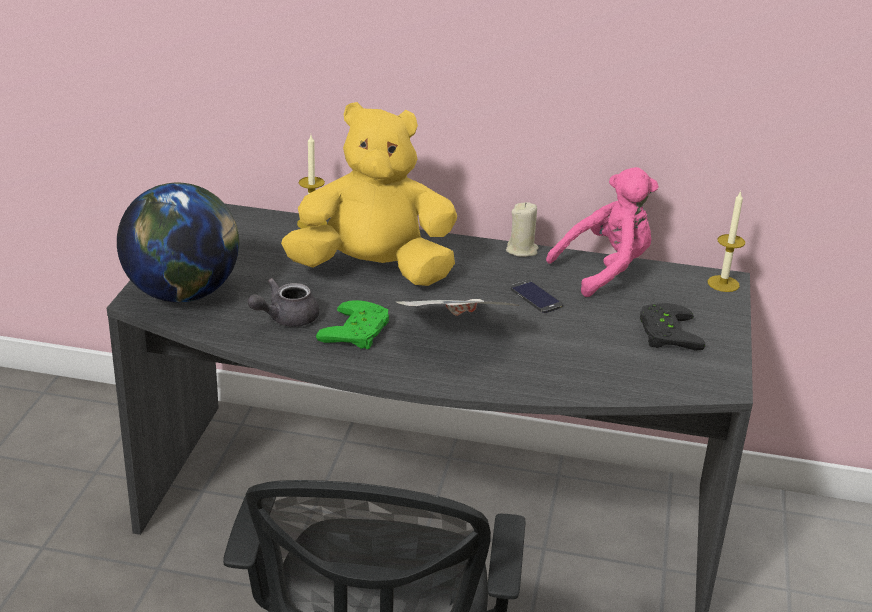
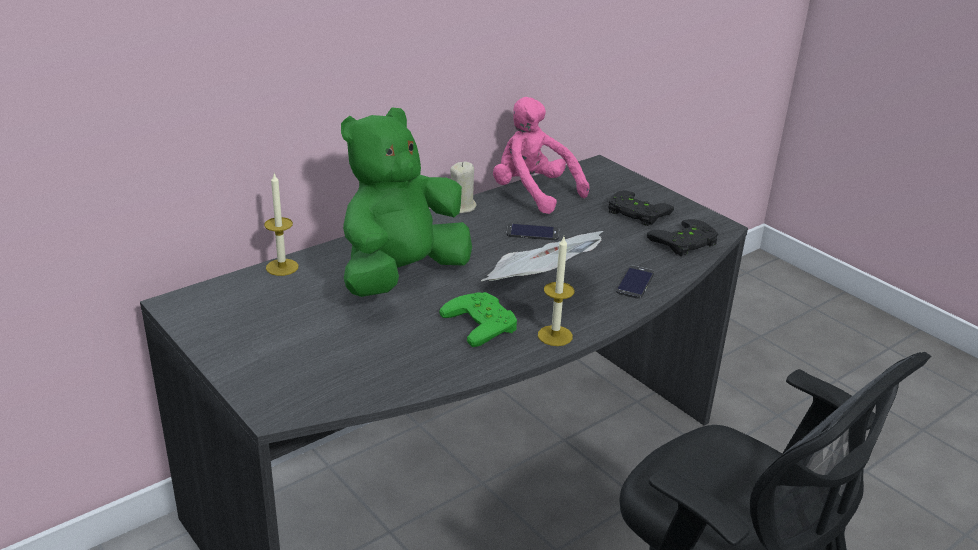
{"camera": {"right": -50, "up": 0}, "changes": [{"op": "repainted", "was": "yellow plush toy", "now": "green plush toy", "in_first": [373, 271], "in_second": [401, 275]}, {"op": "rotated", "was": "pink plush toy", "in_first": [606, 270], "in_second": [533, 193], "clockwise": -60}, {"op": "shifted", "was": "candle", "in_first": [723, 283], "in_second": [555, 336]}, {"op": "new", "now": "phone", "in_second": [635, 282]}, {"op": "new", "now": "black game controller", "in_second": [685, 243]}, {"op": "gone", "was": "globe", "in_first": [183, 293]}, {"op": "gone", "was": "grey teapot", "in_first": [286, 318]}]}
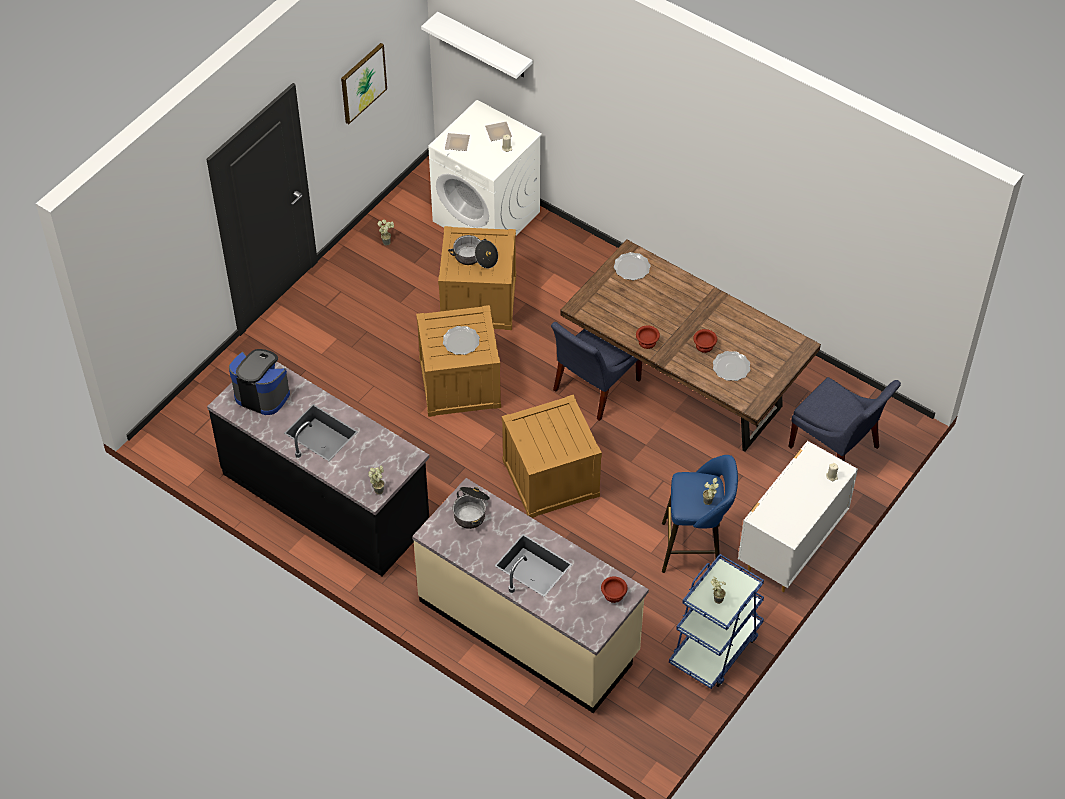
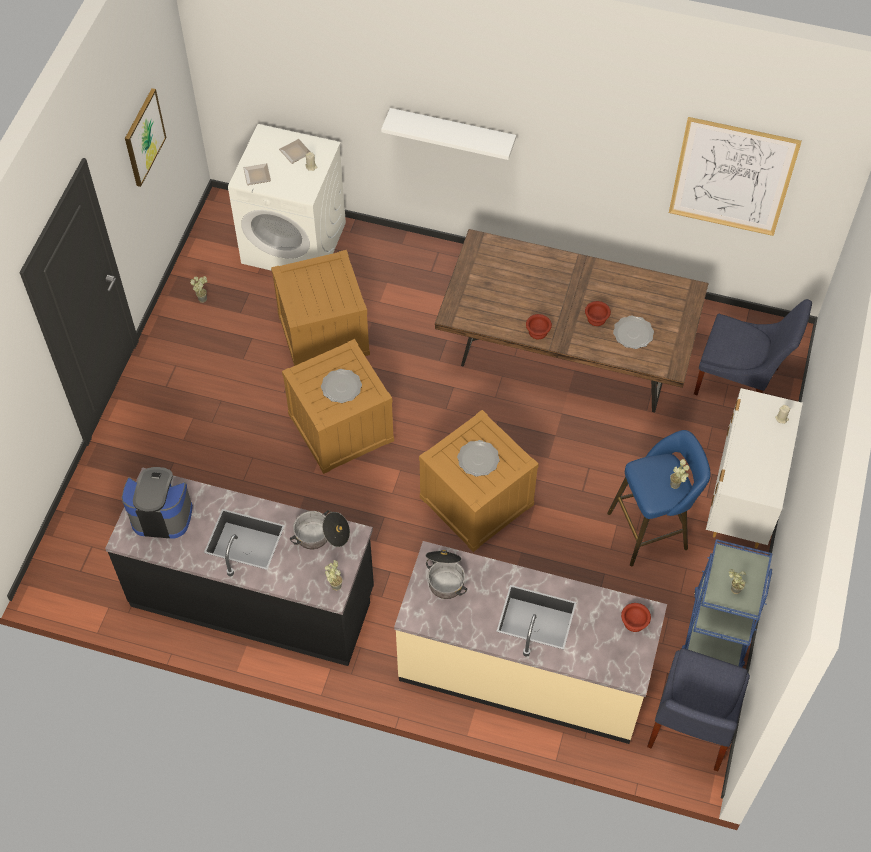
{"camera": {"right": -20, "up": 5}, "changes": [{"op": "shifted", "was": "cooking pot", "in_first": [474, 258], "in_second": [321, 536]}, {"op": "shifted", "was": "white shelf", "in_first": [484, 46], "in_second": [452, 132]}, {"op": "shifted", "was": "plate", "in_first": [631, 267], "in_second": [478, 459]}, {"op": "shifted", "was": "blue chair", "in_first": [594, 387], "in_second": [690, 727]}, {"op": "new", "now": "picture", "in_second": [732, 176]}]}
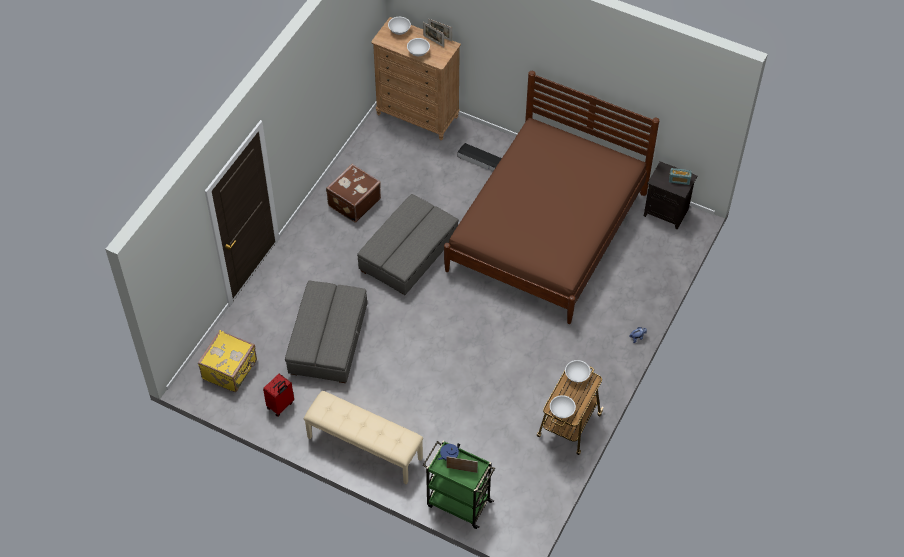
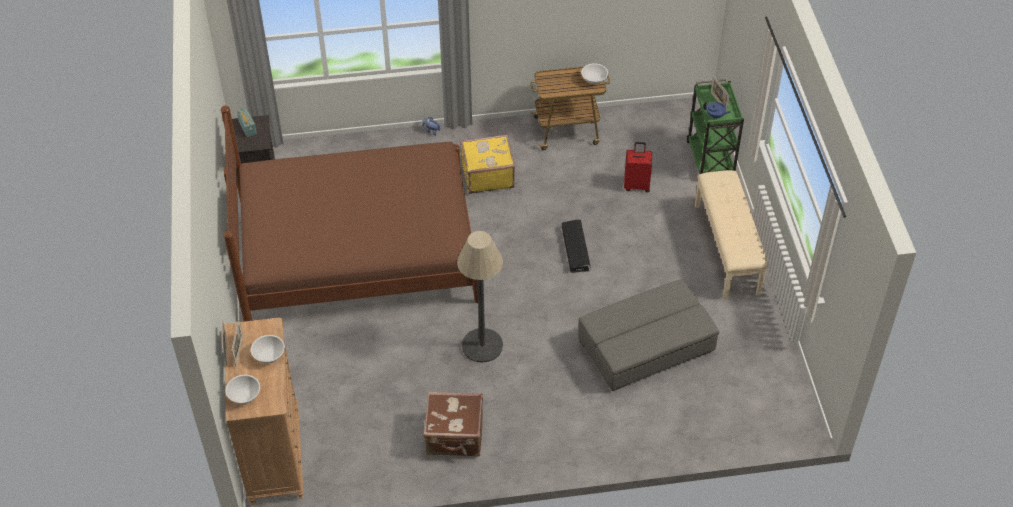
{"camera": {"right": -125, "up": -5}, "changes": [{"op": "swapped", "was": "grey ottoman", "now": "floor lamp", "in_first": [409, 253], "in_second": [482, 345]}, {"op": "shifted", "was": "yellow suitcase", "in_first": [230, 370], "in_second": [487, 175]}, {"op": "shifted", "was": "black storage box", "in_first": [482, 160], "in_second": [575, 249]}, {"op": "shifted", "was": "red suitcase", "in_first": [280, 406], "in_second": [637, 185]}, {"op": "gone", "was": "white bowl", "in_first": [576, 375]}]}
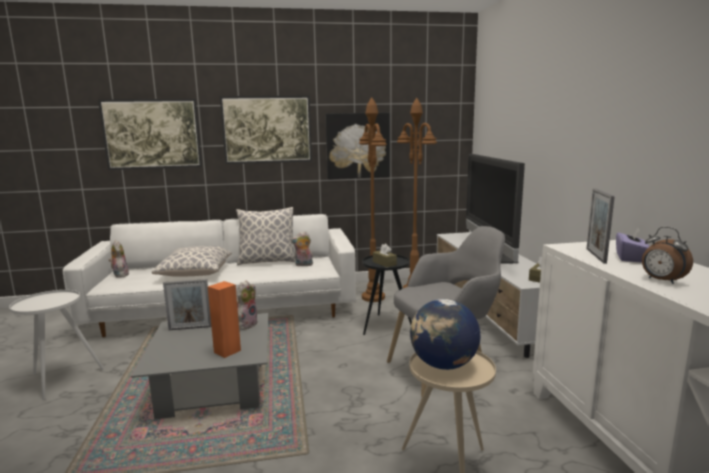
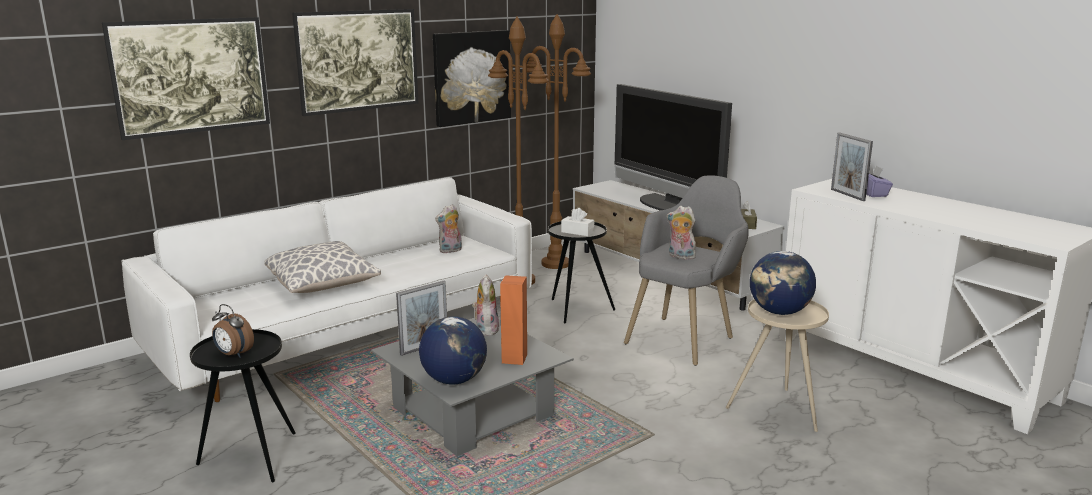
{"camera": {"right": -30, "up": 5}, "changes": [{"op": "repainted", "was": "white side table", "now": "black side table", "in_first": [60, 379], "in_second": [251, 458]}, {"op": "shifted", "was": "alarm clock", "in_first": [661, 280], "in_second": [233, 354]}, {"op": "new", "now": "globe", "in_second": [454, 380]}, {"op": "repainted", "was": "brown tissue box", "now": "white tissue box", "in_first": [384, 263], "in_second": [577, 232]}, {"op": "shifted", "was": "plush toy", "in_first": [120, 275], "in_second": [680, 257]}, {"op": "gone", "was": "pillow", "in_first": [267, 261]}]}
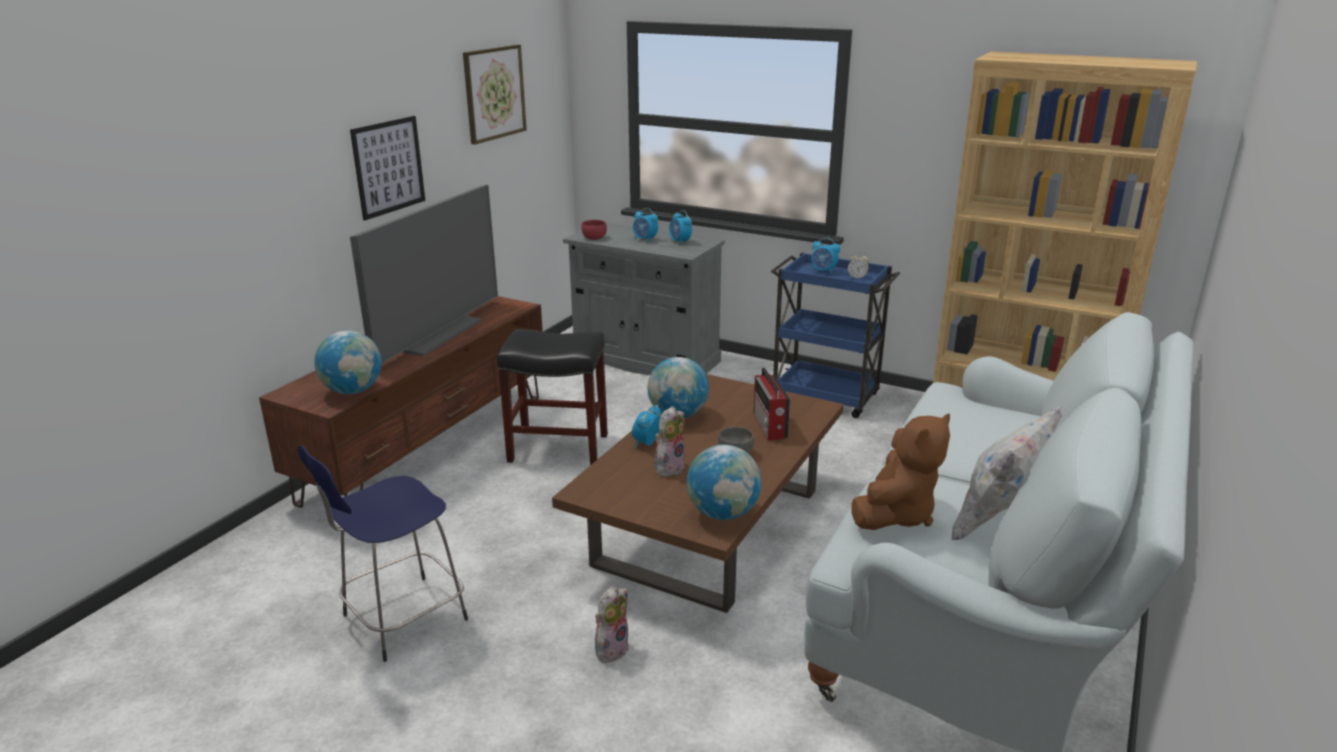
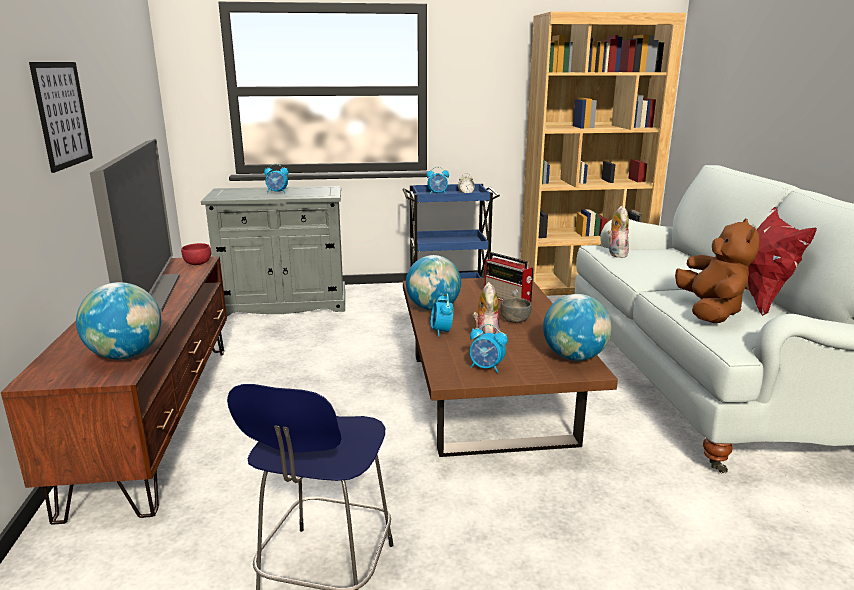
{"camera": {"right": -35, "up": -5}, "changes": [{"op": "shifted", "was": "red bowl", "in_first": [594, 238], "in_second": [198, 263]}, {"op": "shifted", "was": "alarm clock", "in_first": [680, 242], "in_second": [486, 368]}, {"op": "shifted", "was": "plush toy", "in_first": [611, 648], "in_second": [615, 254]}, {"op": "repainted", "was": "white pillow", "now": "red pillow", "in_first": [998, 521], "in_second": [760, 299]}, {"op": "gone", "was": "picture", "in_first": [494, 93]}, {"op": "gone", "was": "black stool", "in_first": [559, 447]}]}
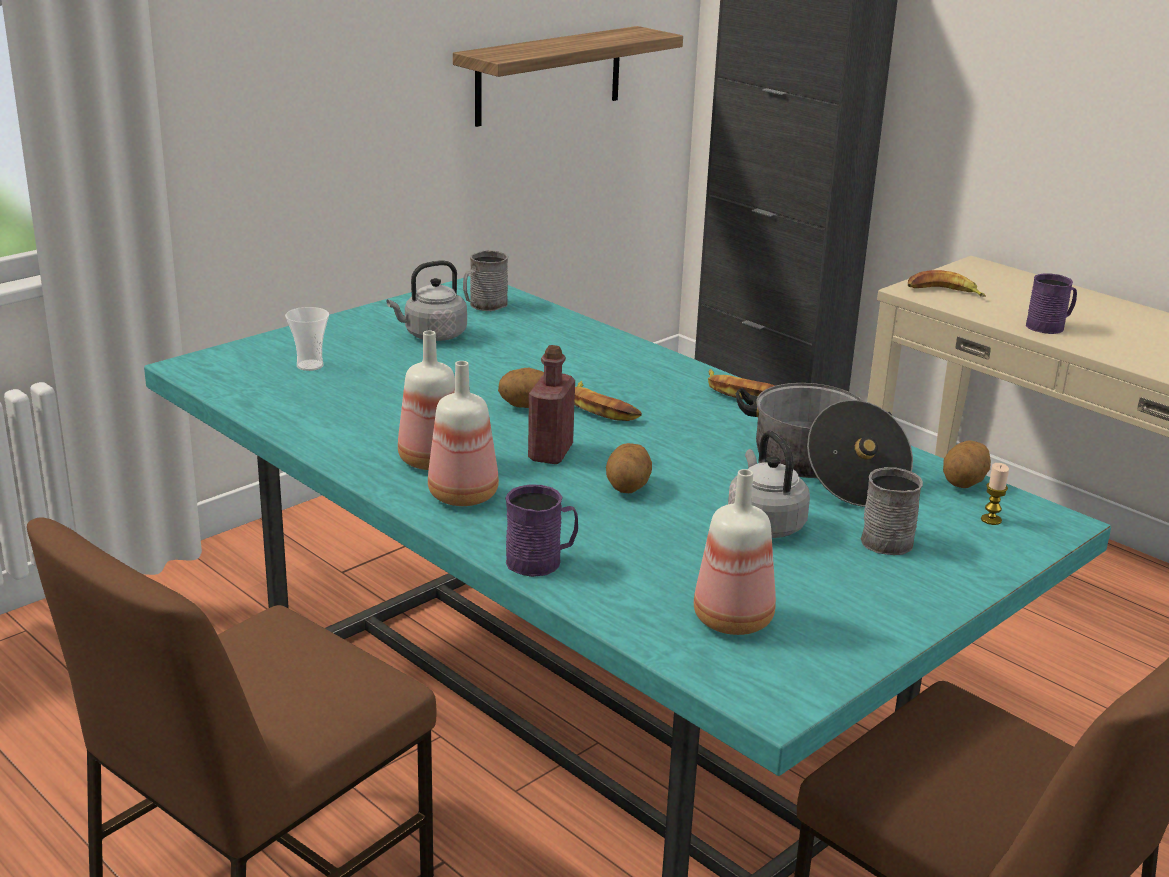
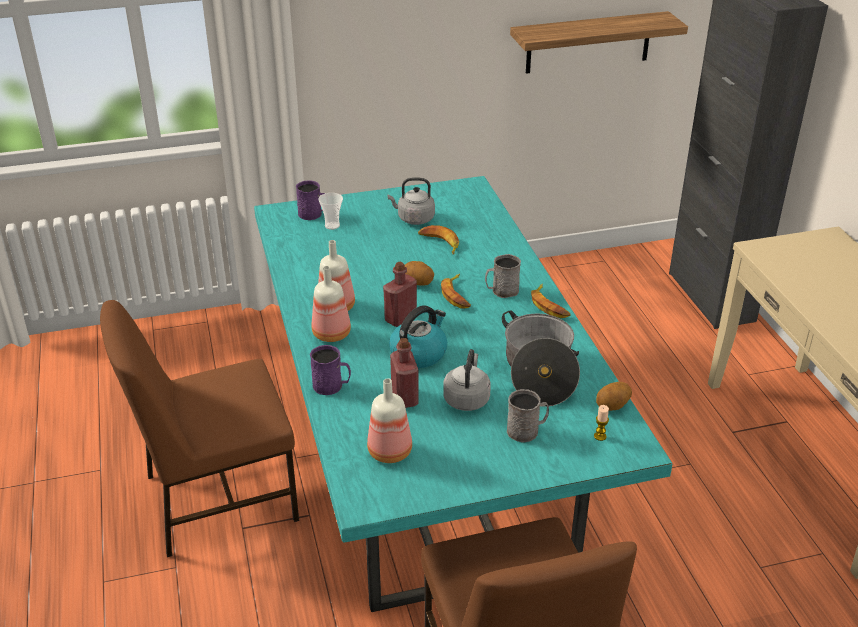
{"camera": {"right": 30, "up": 10}, "changes": [{"op": "shifted", "was": "purple mug", "in_first": [1049, 326], "in_second": [313, 214]}, {"op": "swapped", "was": "potato", "now": "kettle", "in_first": [628, 487], "in_second": [419, 353]}, {"op": "new", "now": "red bottle", "in_second": [404, 398]}, {"op": "shifted", "was": "banana", "in_first": [944, 292], "in_second": [439, 243]}, {"op": "shifted", "was": "grey mug", "in_first": [484, 305], "in_second": [501, 291]}]}
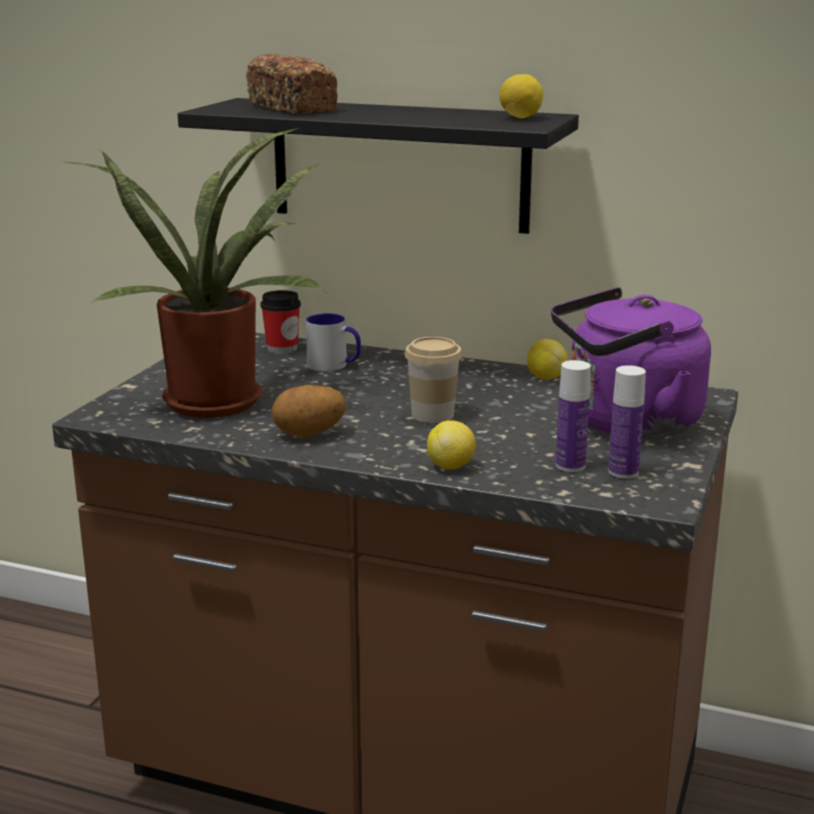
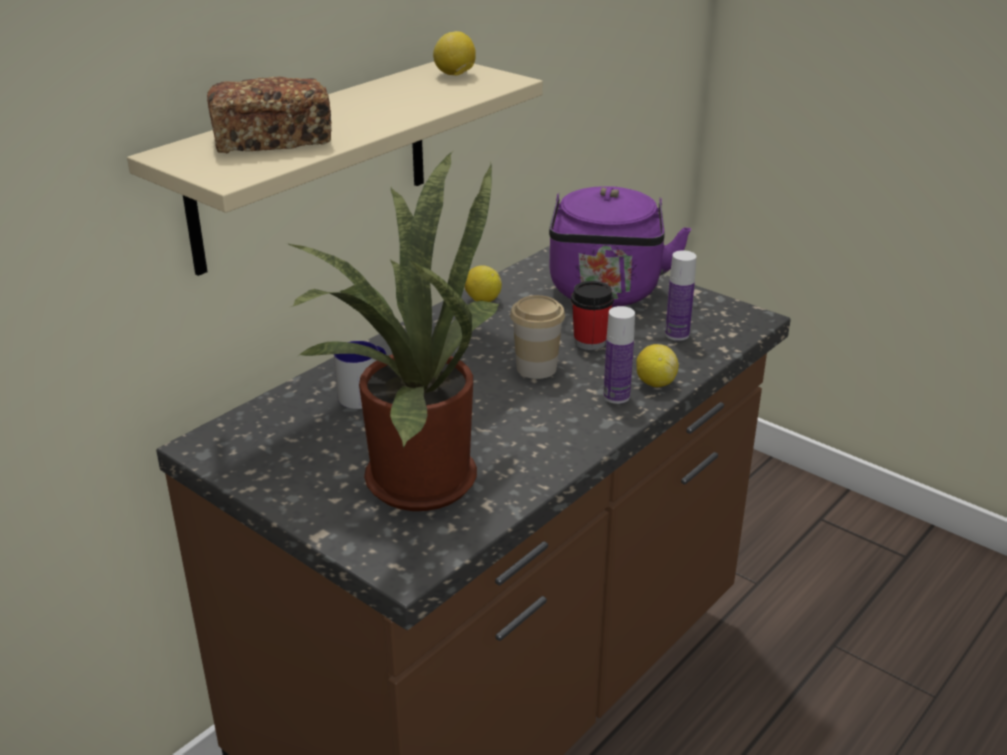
{"camera": {"right": -70, "up": 10}, "changes": [{"op": "repainted", "was": "black shelf", "now": "beige shelf", "in_first": [399, 165], "in_second": [312, 164]}, {"op": "shifted", "was": "cup", "in_first": [282, 348], "in_second": [590, 342]}, {"op": "shifted", "was": "bottle", "in_first": [623, 472], "in_second": [616, 396]}, {"op": "gone", "was": "potato", "in_first": [309, 434]}]}
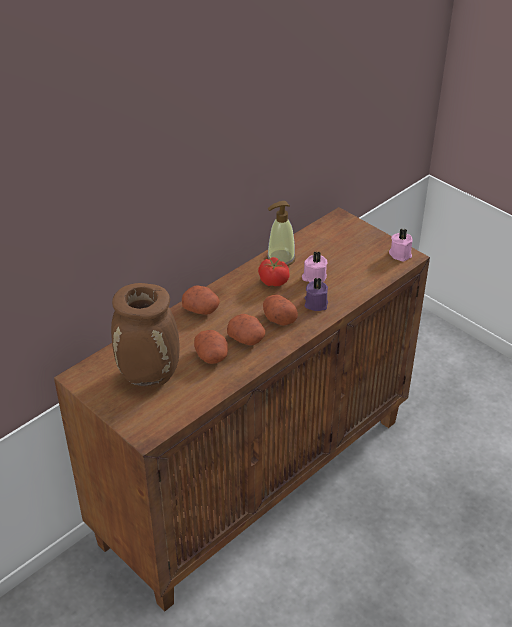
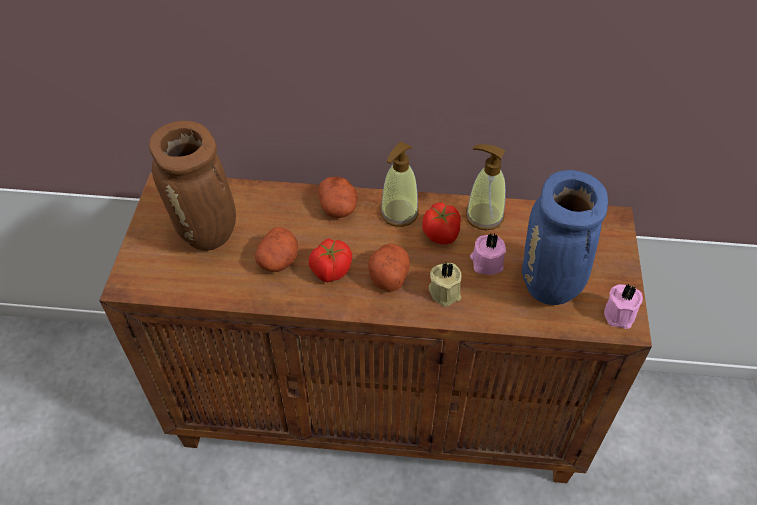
{"camera": {"right": 50, "up": 10}, "changes": [{"op": "swapped", "was": "potato", "now": "tomato", "in_first": [247, 339], "in_second": [331, 271]}, {"op": "new", "now": "soap dispenser", "in_second": [399, 213]}, {"op": "repainted", "was": "purple candle", "now": "beige candle", "in_first": [315, 303], "in_second": [445, 291]}, {"op": "new", "now": "blue vase", "in_second": [550, 287]}]}
